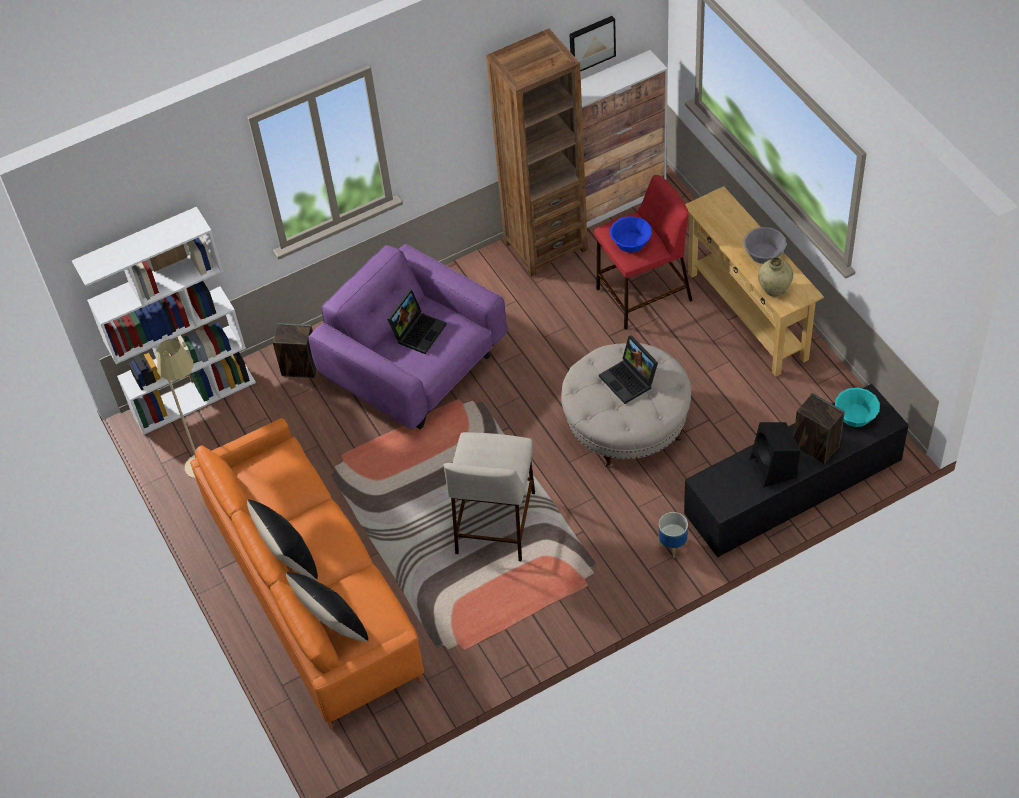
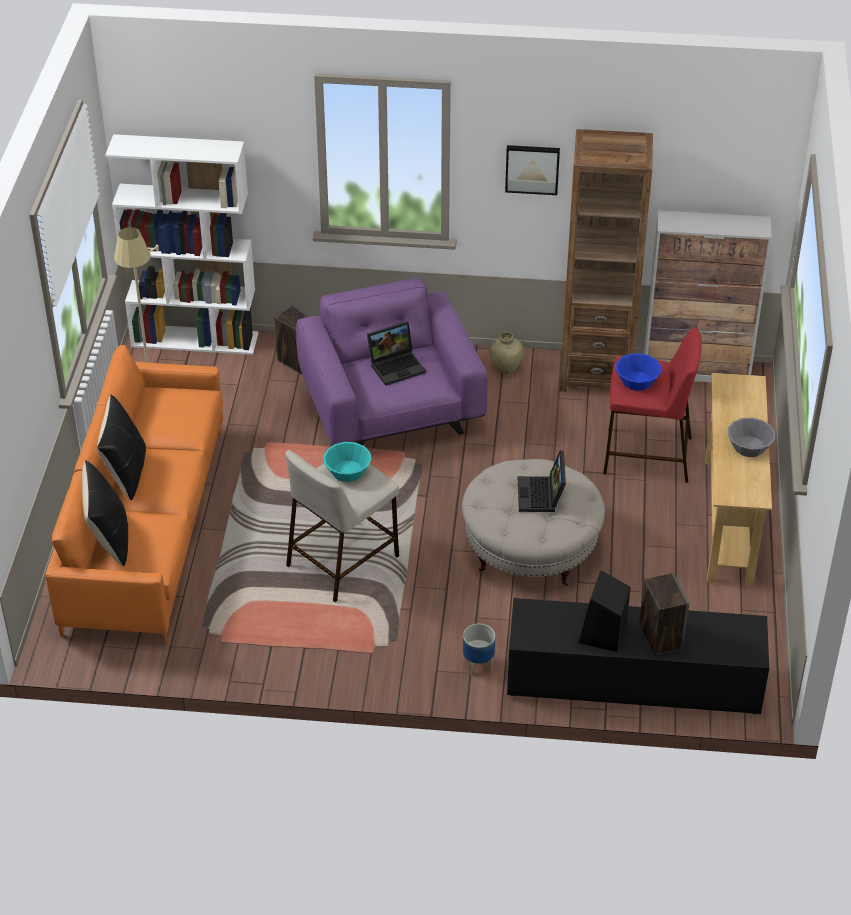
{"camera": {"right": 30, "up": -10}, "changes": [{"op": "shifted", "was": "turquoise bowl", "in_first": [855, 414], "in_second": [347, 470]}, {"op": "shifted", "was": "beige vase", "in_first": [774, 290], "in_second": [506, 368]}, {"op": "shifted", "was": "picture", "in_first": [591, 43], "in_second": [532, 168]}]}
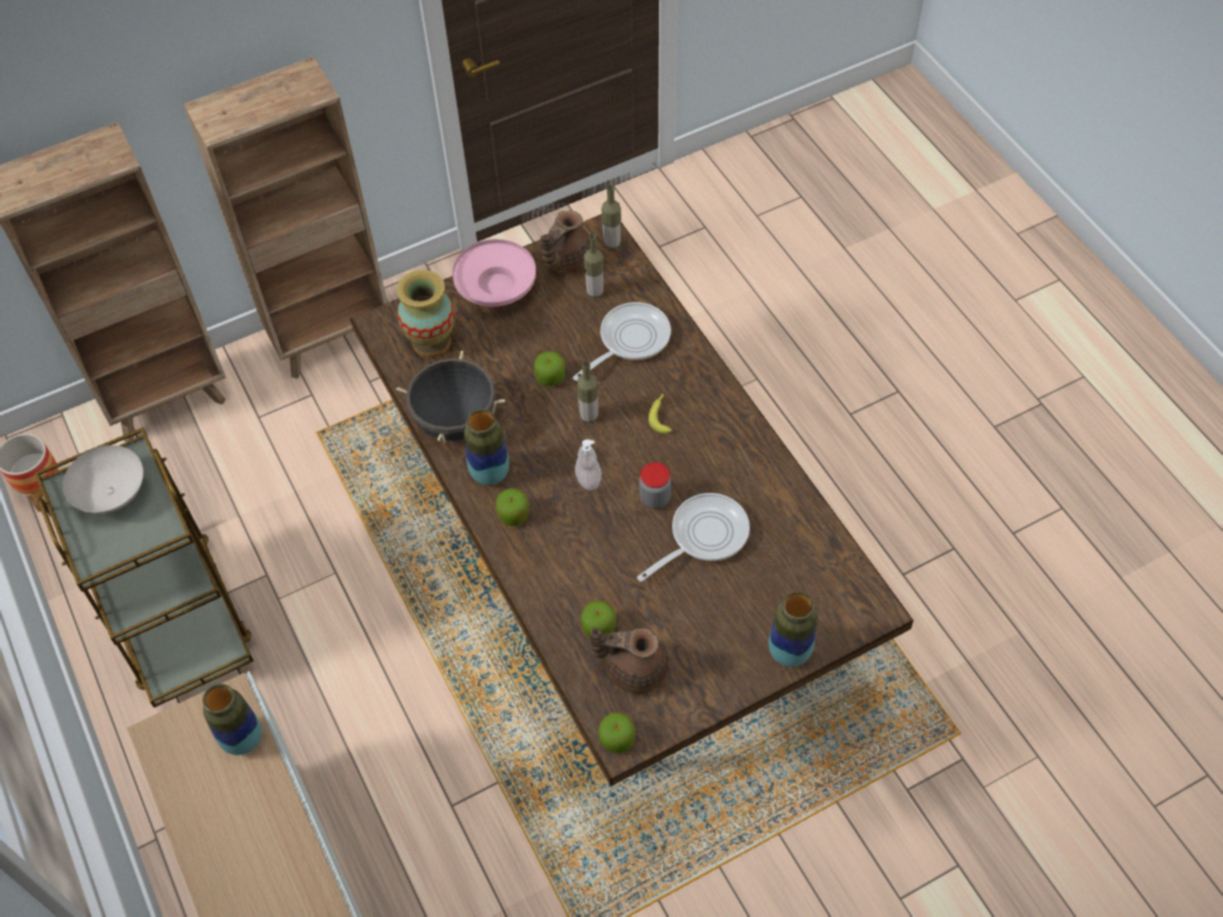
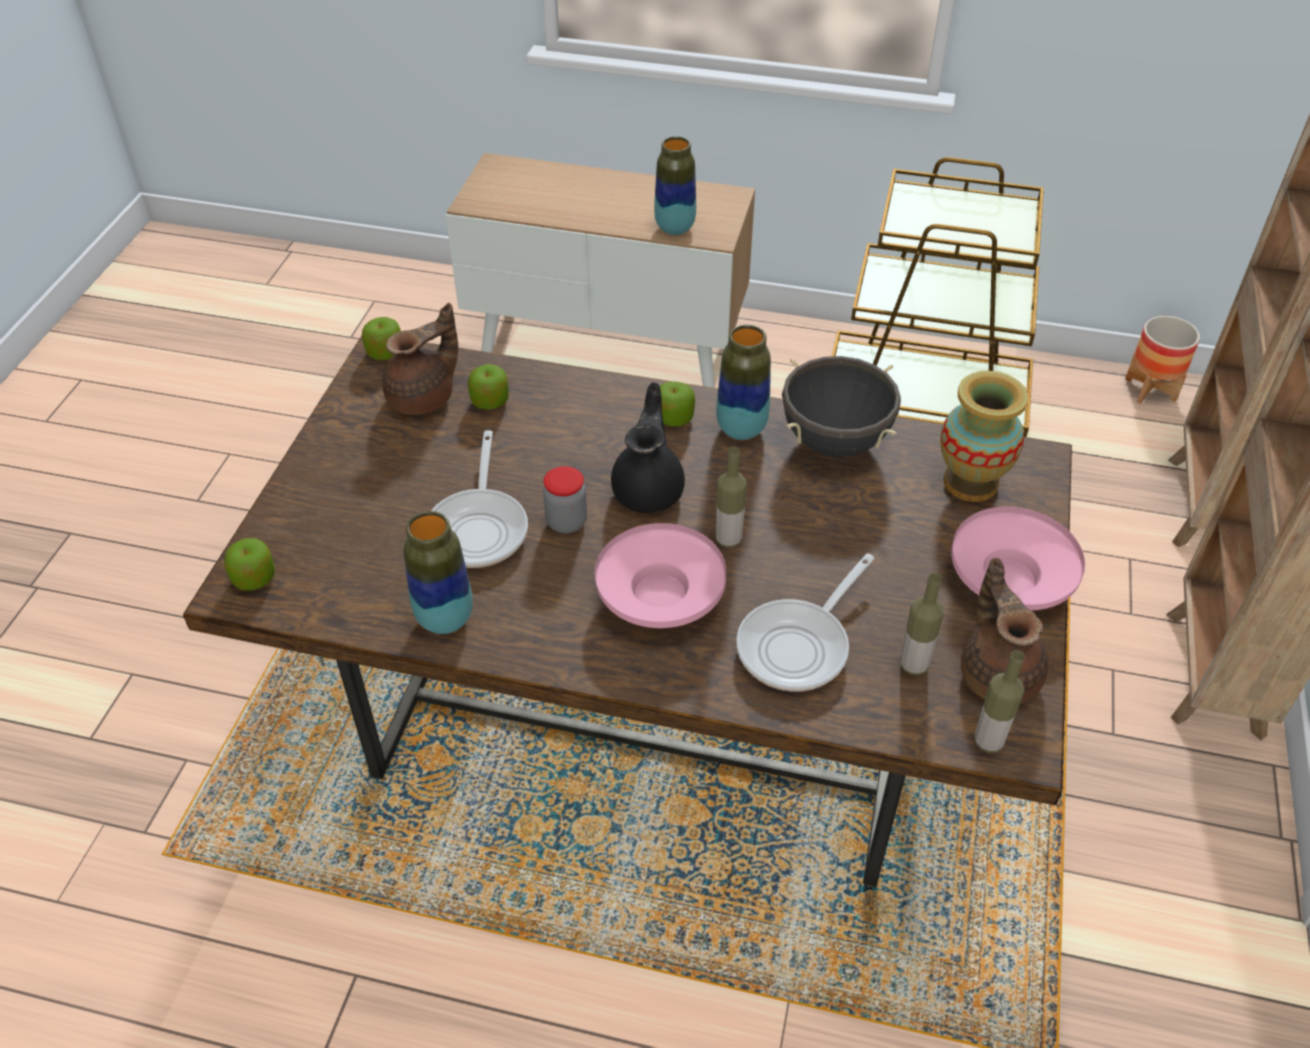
{"camera": {"right": 130, "up": -10}, "changes": [{"op": "shifted", "was": "apple", "in_first": [550, 377], "in_second": [254, 578]}, {"op": "shifted", "was": "vase", "in_first": [789, 652], "in_second": [445, 619]}, {"op": "swapped", "was": "banana", "now": "pink bowl", "in_first": [661, 415], "in_second": [660, 597]}, {"op": "swapped", "was": "soap dispenser", "now": "black teapot", "in_first": [588, 479], "in_second": [649, 490]}, {"op": "rotated", "was": "frying pan", "in_first": [630, 340], "in_second": [799, 645], "clockwise": 45}, {"op": "gone", "was": "white bowl", "in_first": [110, 494]}]}
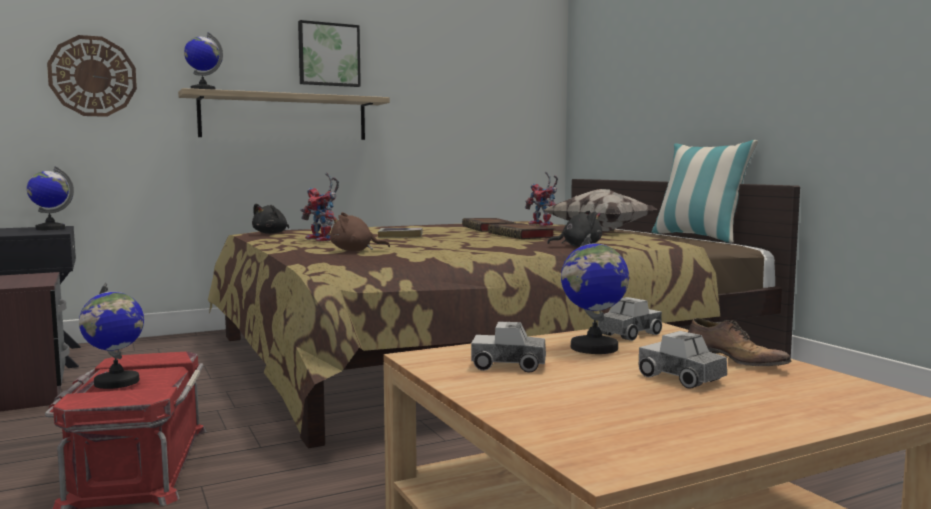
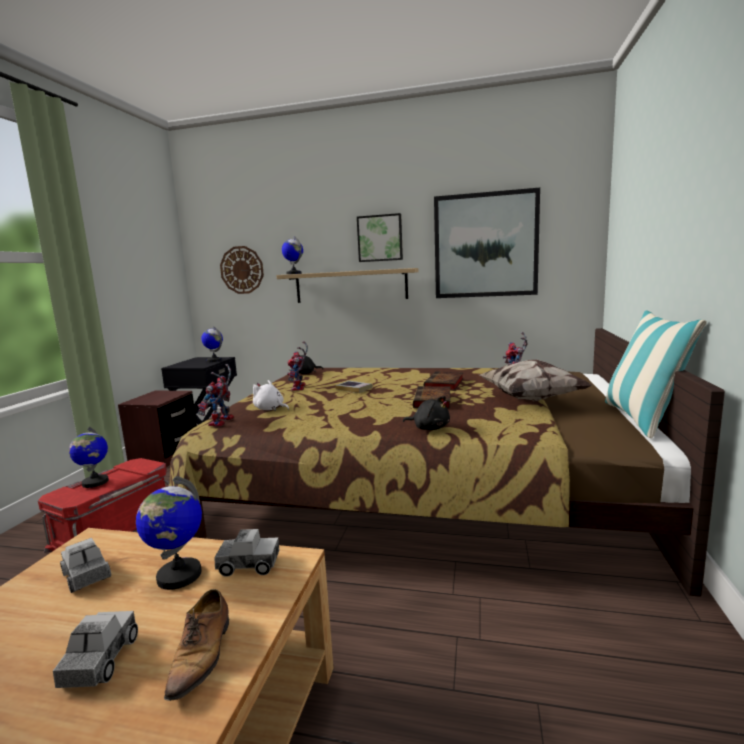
{"camera": {"right": 40, "up": 5}, "changes": [{"op": "new", "now": "toy robot", "in_second": [222, 423]}, {"op": "repainted", "was": "brown plush toy", "now": "white plush toy", "in_first": [355, 251], "in_second": [270, 409]}, {"op": "new", "now": "picture", "in_second": [485, 245]}]}
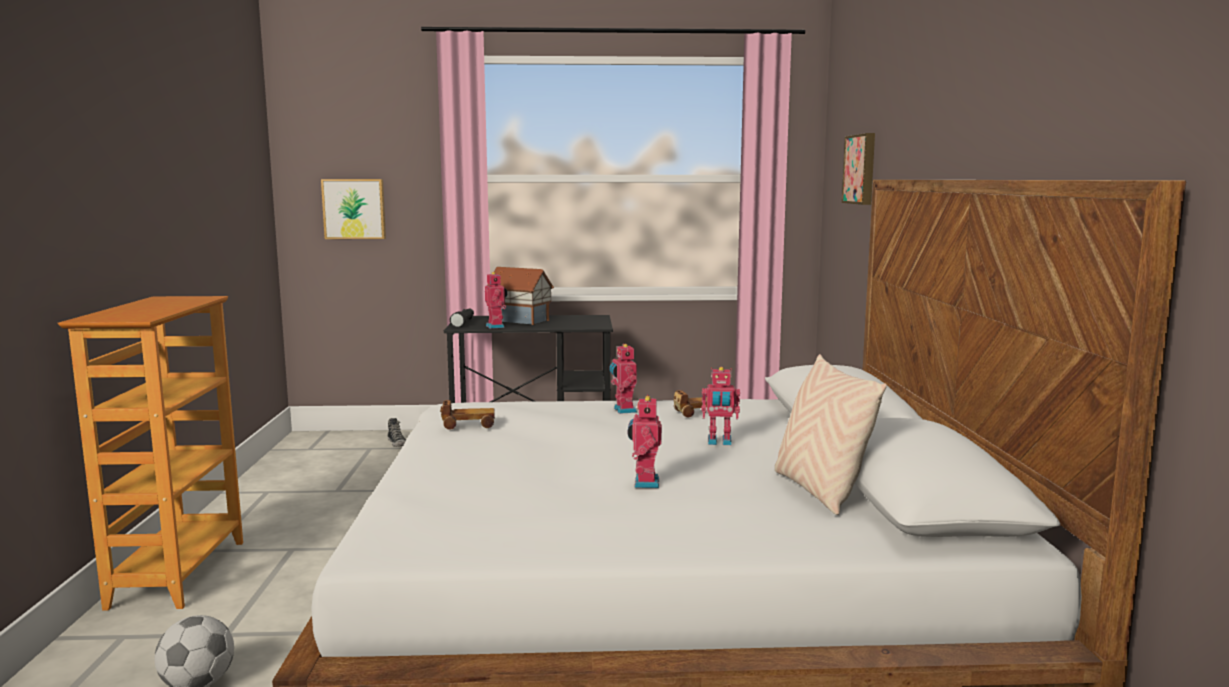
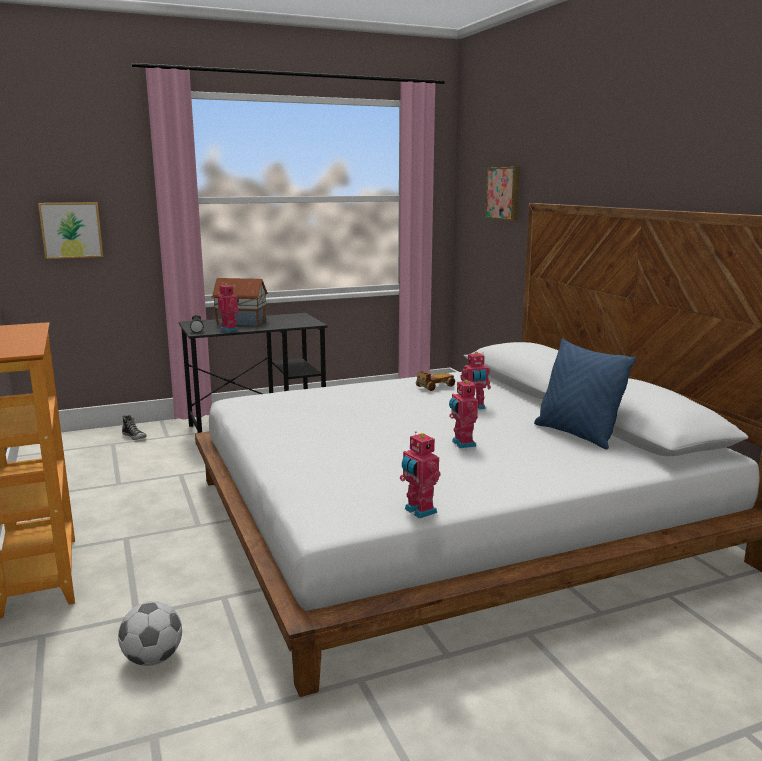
{"camera": {"right": -20, "up": 5}, "changes": [{"op": "shifted", "was": "toy robot", "in_first": [623, 410], "in_second": [419, 511]}, {"op": "repainted", "was": "beige pillow", "now": "blue pillow", "in_first": [819, 491], "in_second": [577, 435]}, {"op": "gone", "was": "toy car", "in_first": [468, 425]}]}
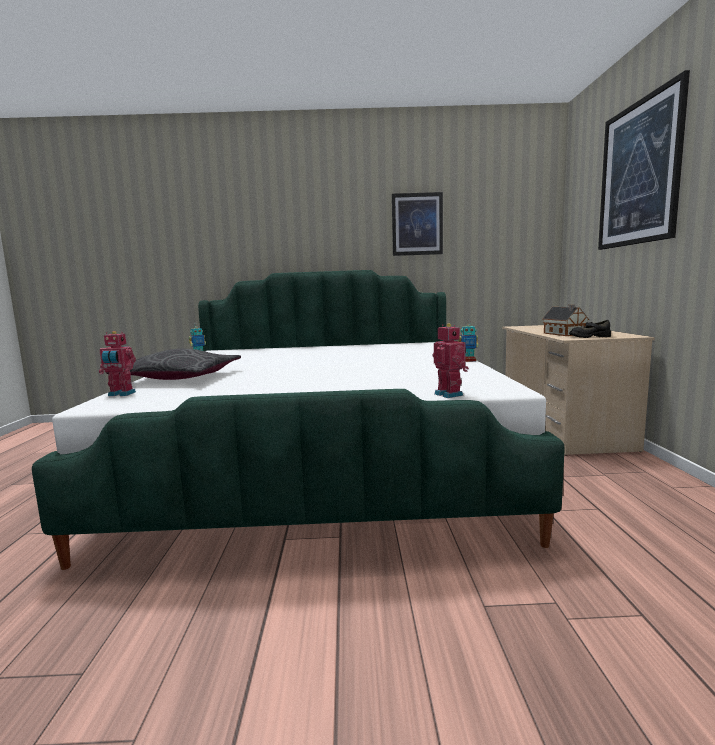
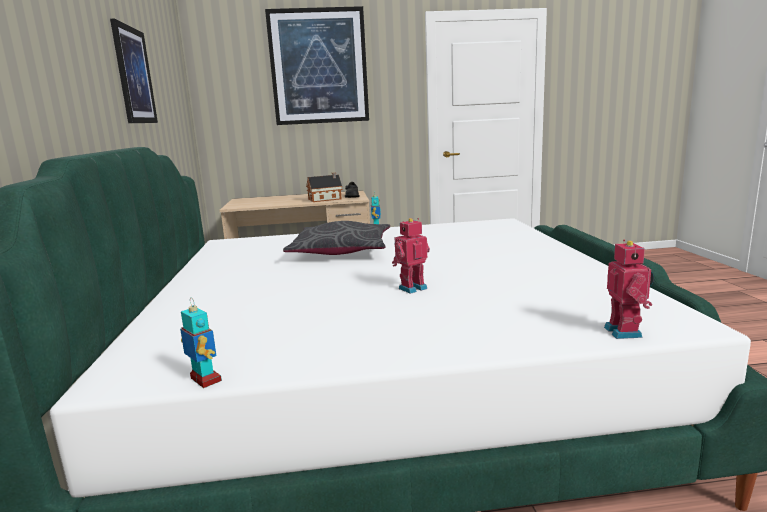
{"camera": {"right": -95, "up": 5}, "changes": [{"op": "shifted", "was": "grey pillow", "in_first": [180, 378], "in_second": [342, 251]}, {"op": "shifted", "was": "toy robot", "in_first": [450, 394], "in_second": [411, 288]}]}
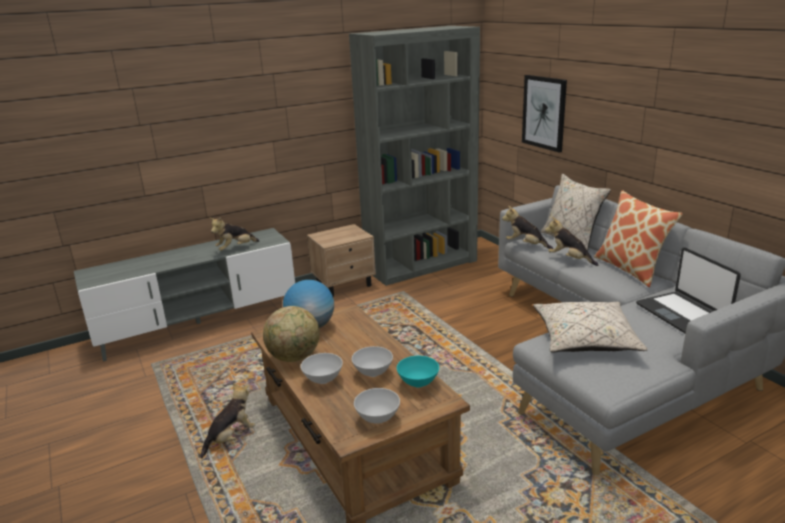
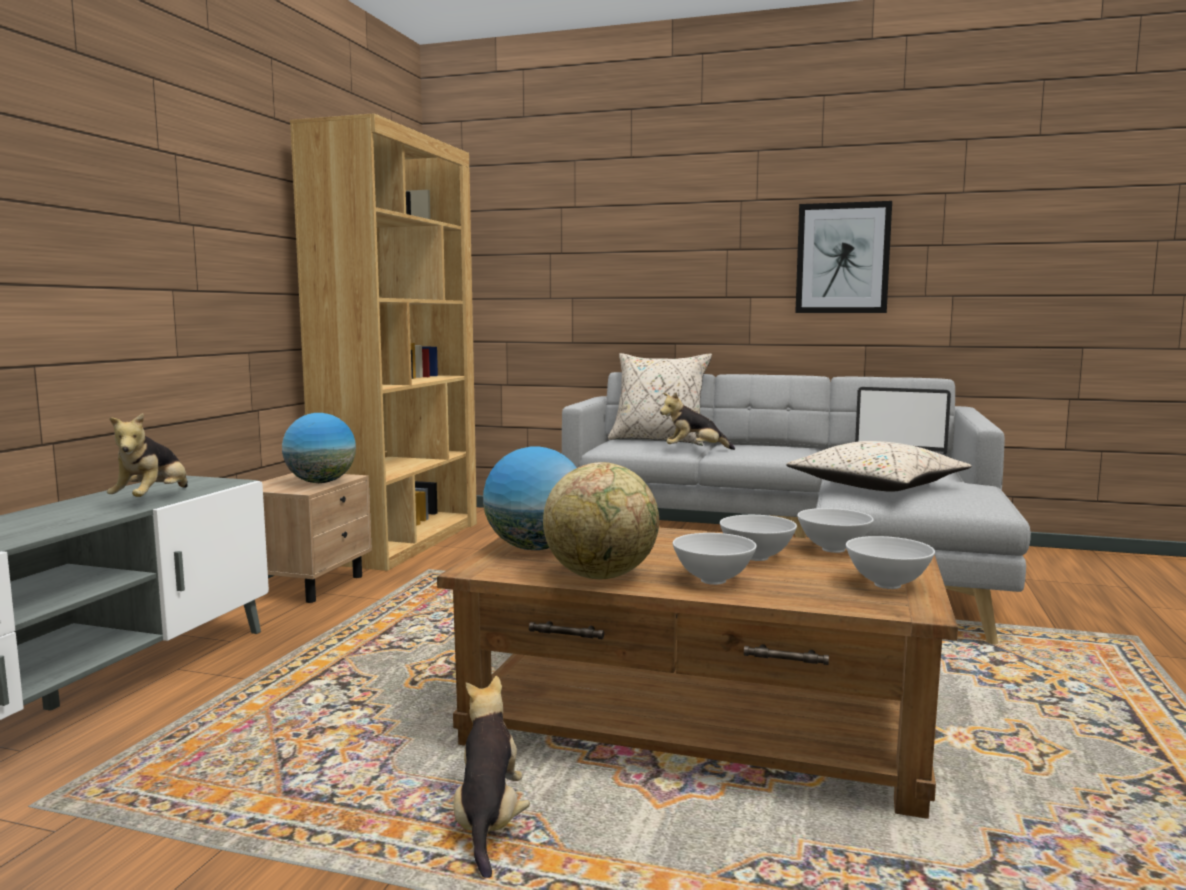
{"camera": {"right": -45, "up": -15}, "changes": [{"op": "new", "now": "globe", "in_second": [320, 482]}, {"op": "repainted", "was": "grey bookcase", "now": "brown bookcase", "in_first": [421, 265], "in_second": [402, 541]}, {"op": "shifted", "was": "picture", "in_first": [544, 112], "in_second": [842, 258]}, {"op": "repainted", "was": "turquoise bowl", "now": "white bowl", "in_first": [418, 383], "in_second": [834, 549]}, {"op": "gone", "was": "plush toy", "in_first": [525, 245]}, {"op": "gone", "was": "pillow", "in_first": [631, 269]}]}
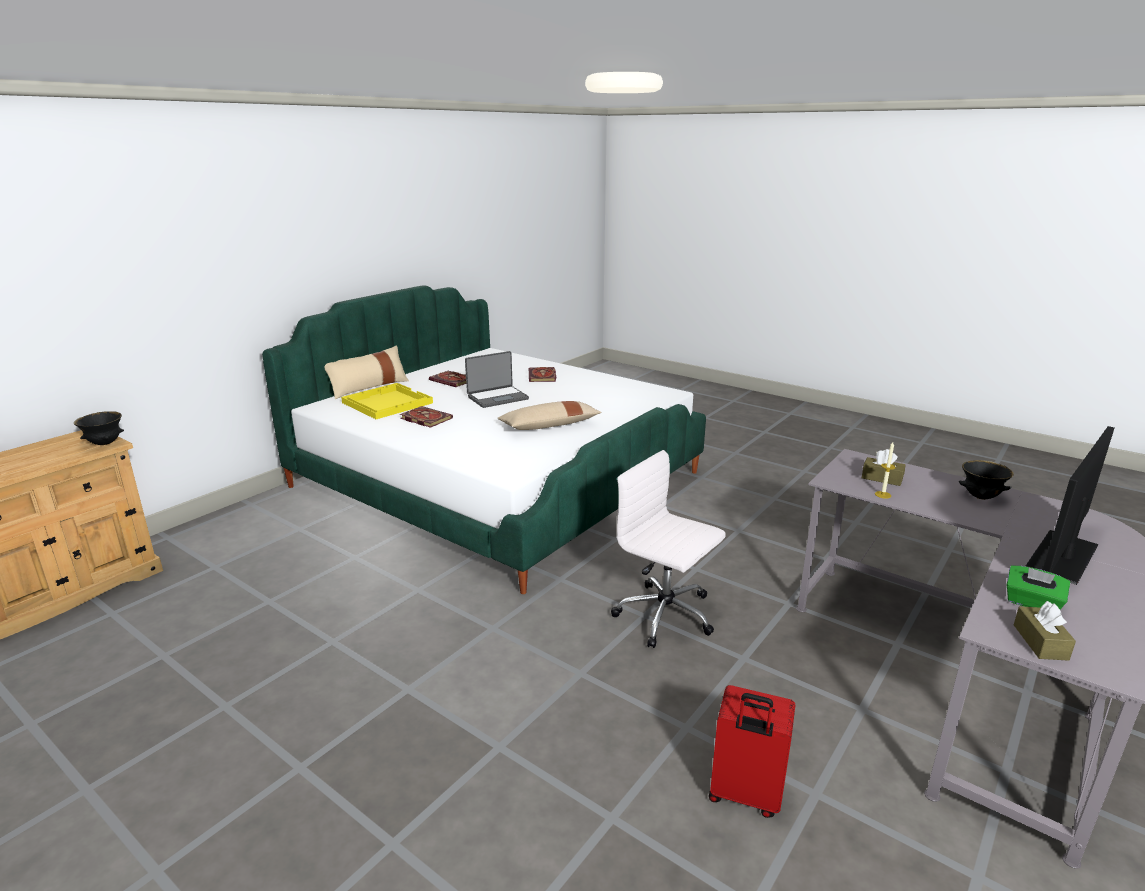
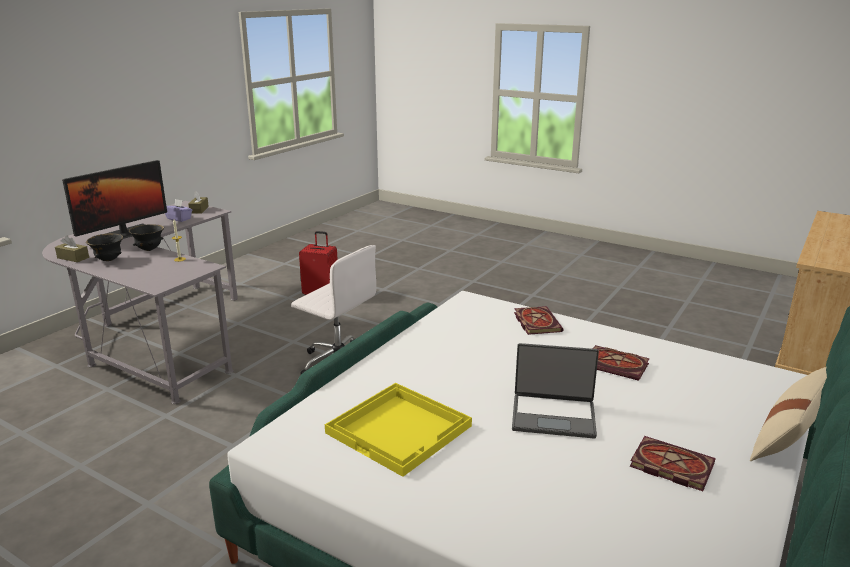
{"camera": {"right": 175, "up": 0}, "changes": [{"op": "shifted", "was": "brown tissue box", "in_first": [882, 478], "in_second": [73, 258]}, {"op": "shifted", "was": "black bowl", "in_first": [105, 443], "in_second": [149, 249]}, {"op": "repainted", "was": "green tissue box", "now": "purple tissue box", "in_first": [1032, 603], "in_second": [179, 219]}, {"op": "shifted", "was": "yellow tray", "in_first": [386, 403], "in_second": [400, 429]}, {"op": "rotated", "was": "laptop", "in_first": [497, 397], "in_second": [553, 416], "clockwise": -135}, {"op": "shifted", "was": "book", "in_first": [543, 376], "in_second": [536, 322]}, {"op": "gone", "was": "beige pillow", "in_first": [549, 426]}]}
